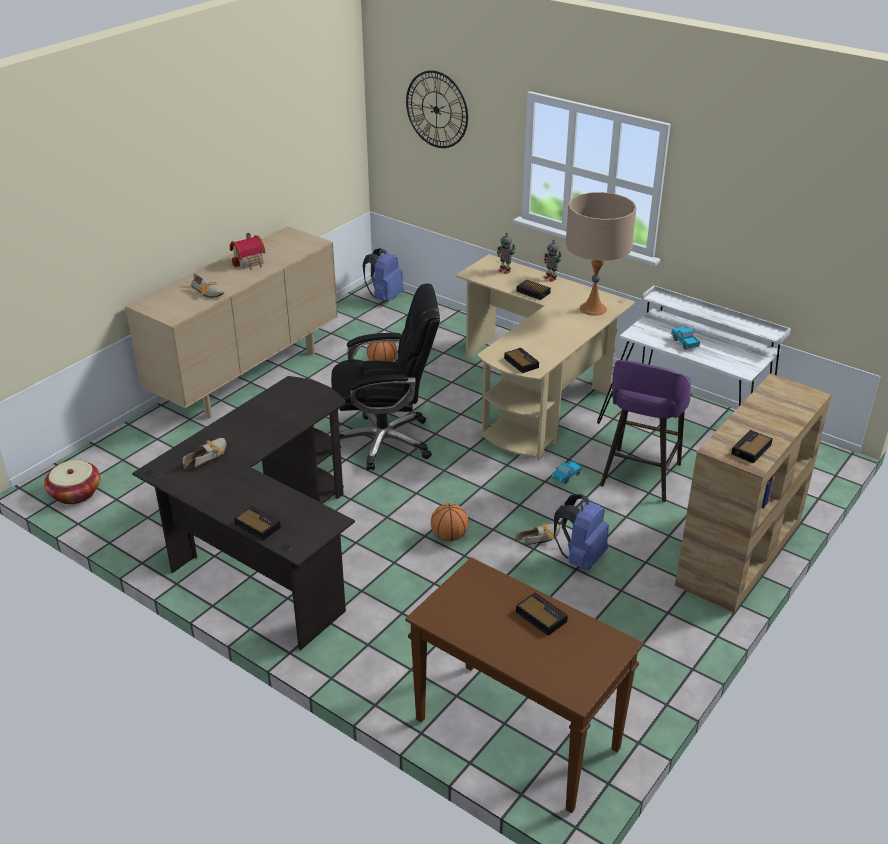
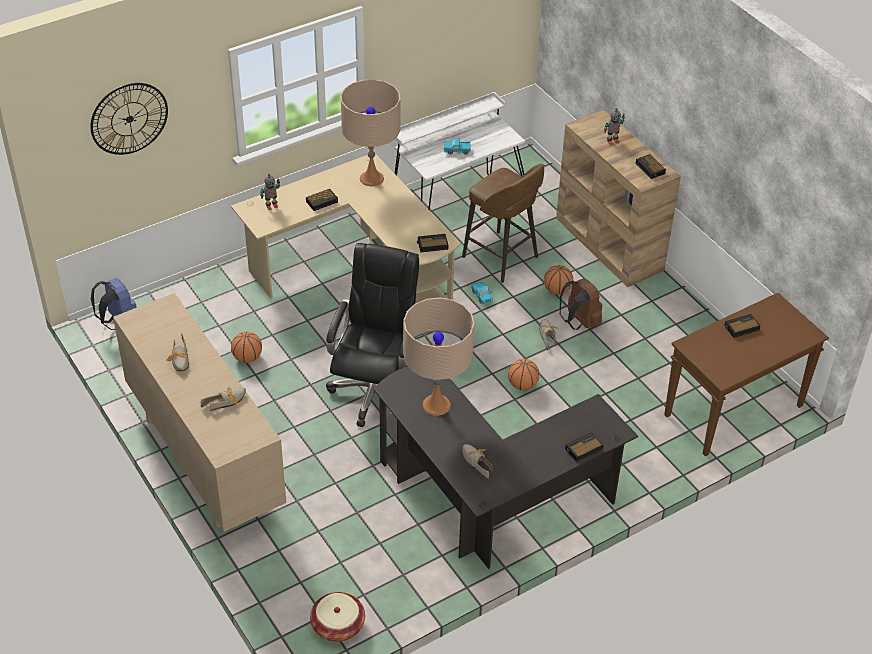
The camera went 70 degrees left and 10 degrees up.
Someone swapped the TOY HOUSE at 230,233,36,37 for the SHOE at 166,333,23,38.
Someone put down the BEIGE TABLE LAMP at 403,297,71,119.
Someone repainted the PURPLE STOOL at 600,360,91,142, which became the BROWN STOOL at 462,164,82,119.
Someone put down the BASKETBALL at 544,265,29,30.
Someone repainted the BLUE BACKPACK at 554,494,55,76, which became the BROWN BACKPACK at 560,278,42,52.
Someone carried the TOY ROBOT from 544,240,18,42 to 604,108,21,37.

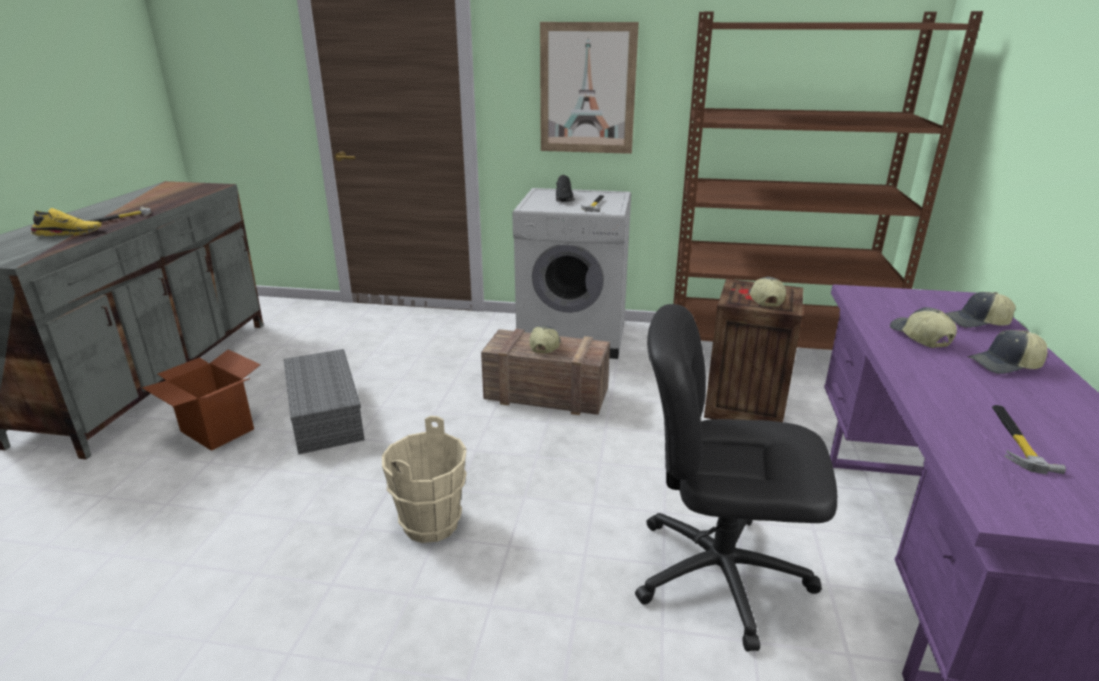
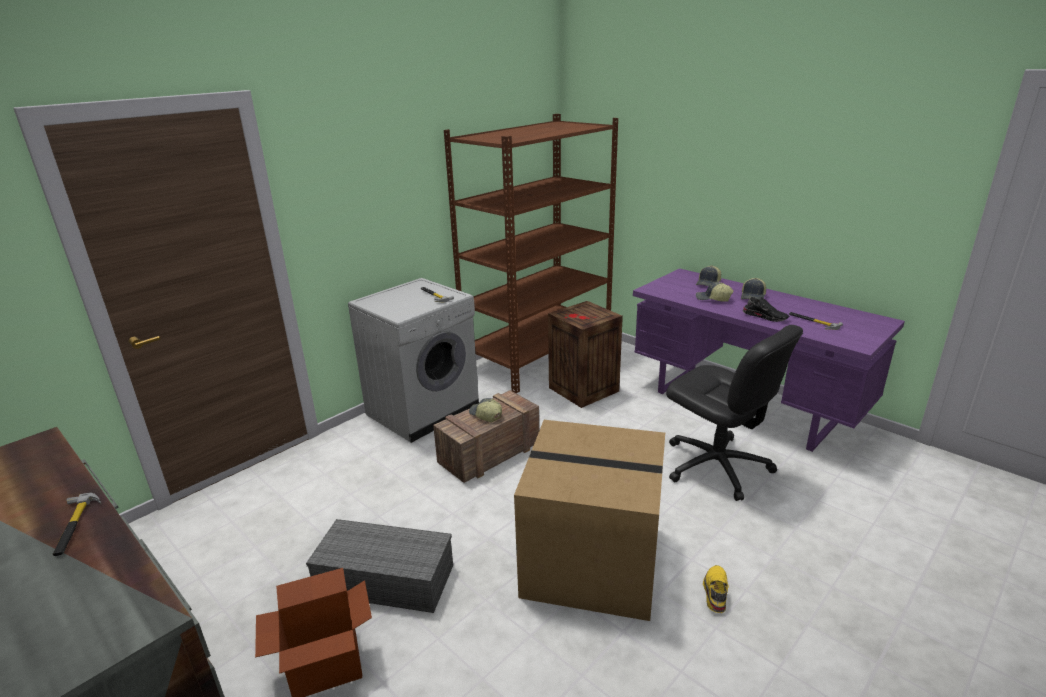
The camera went 55 degrees left and 0 degrees up.
Someone swapped the BEIGE BUCKET at 382,416,85,127 for the CARDBOARD BOX at 514,420,151,201.
Someone rotated the BLACK OFFICE CHAIR at 635,304,202,348 by 90 degrees counterclockwise.
Someone carried the YELLOW SHOE from 31,208,71,28 to 703,565,26,48.
Someone carried the BLACK SHOE from 556,175,19,27 to 742,297,47,25.
Someone took away the PICTURE at 540,22,99,132.
Someone took away the CAP at 748,277,38,30.

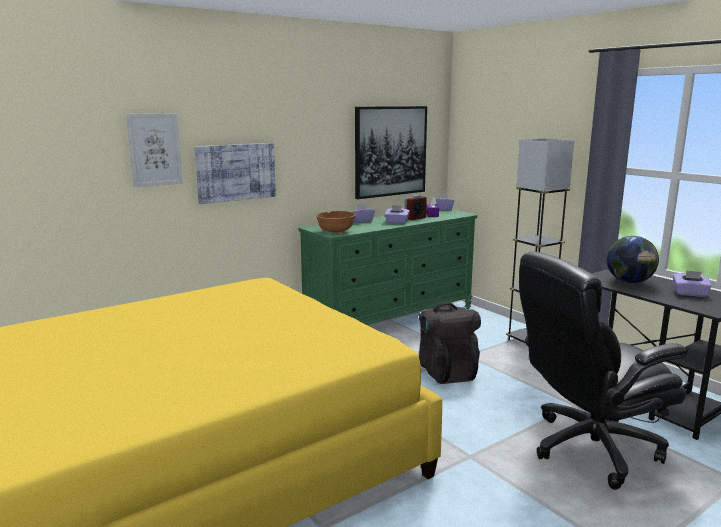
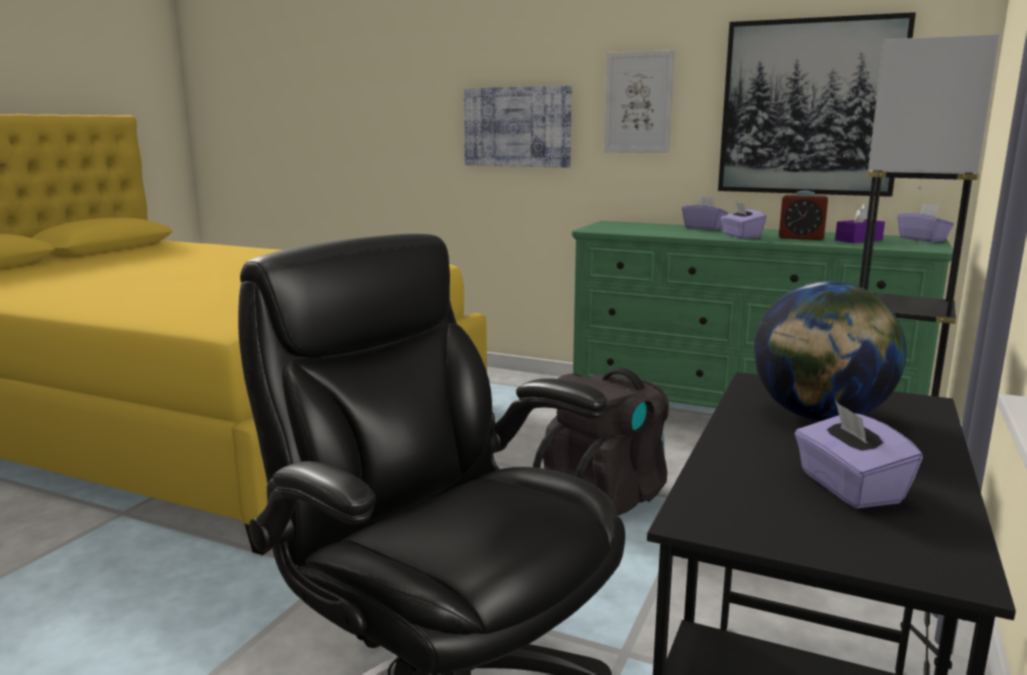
The camera went 60 degrees right and 0 degrees up.
Someone carried the PICTURE from 126,113,57,74 to 604,50,71,103.
Someone took away the BROWN BOWL at 316,211,40,23.

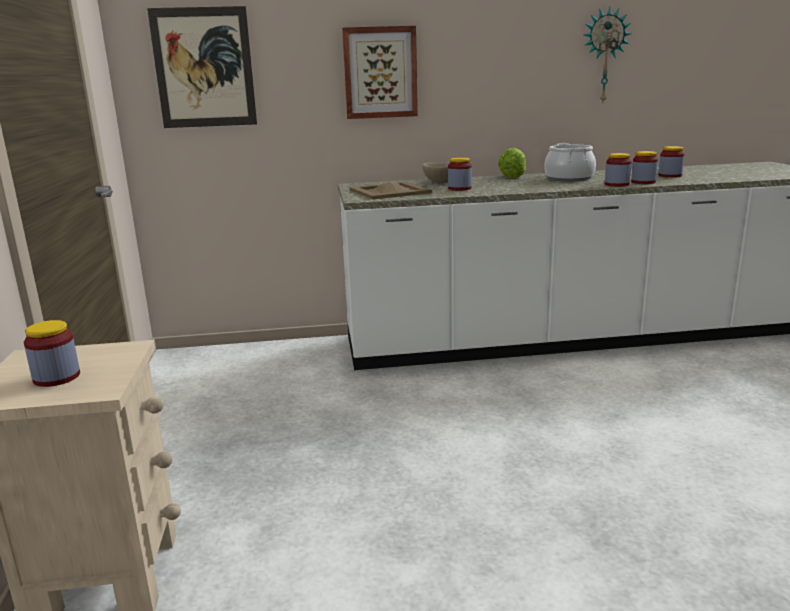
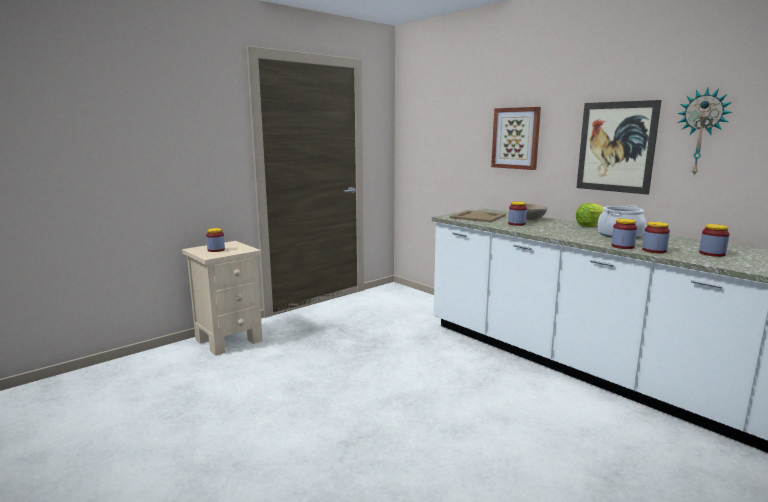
The camera went 55 degrees right and 5 degrees down.
Someone carried the PICTURE from 147,6,110,122 to 576,100,85,95.

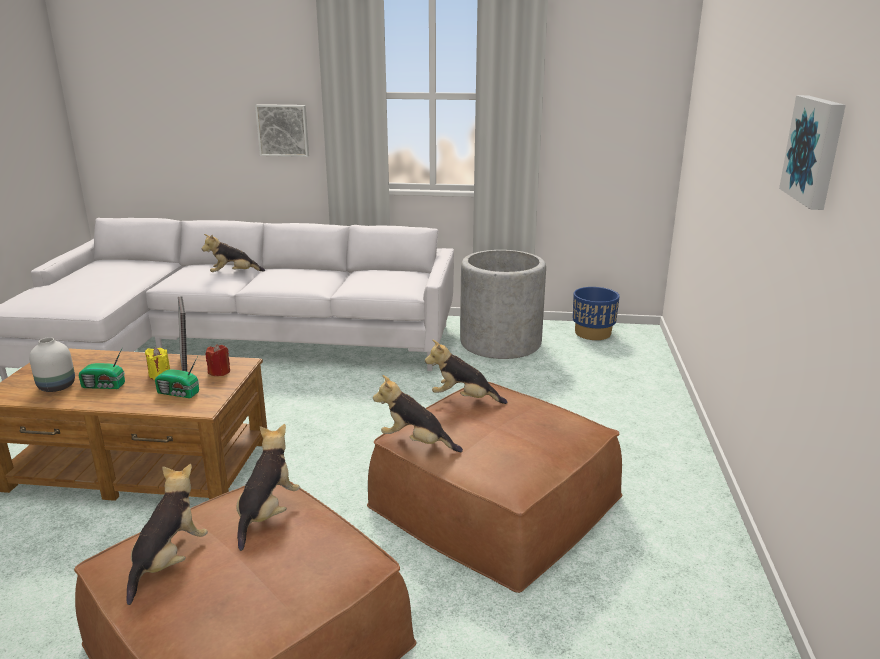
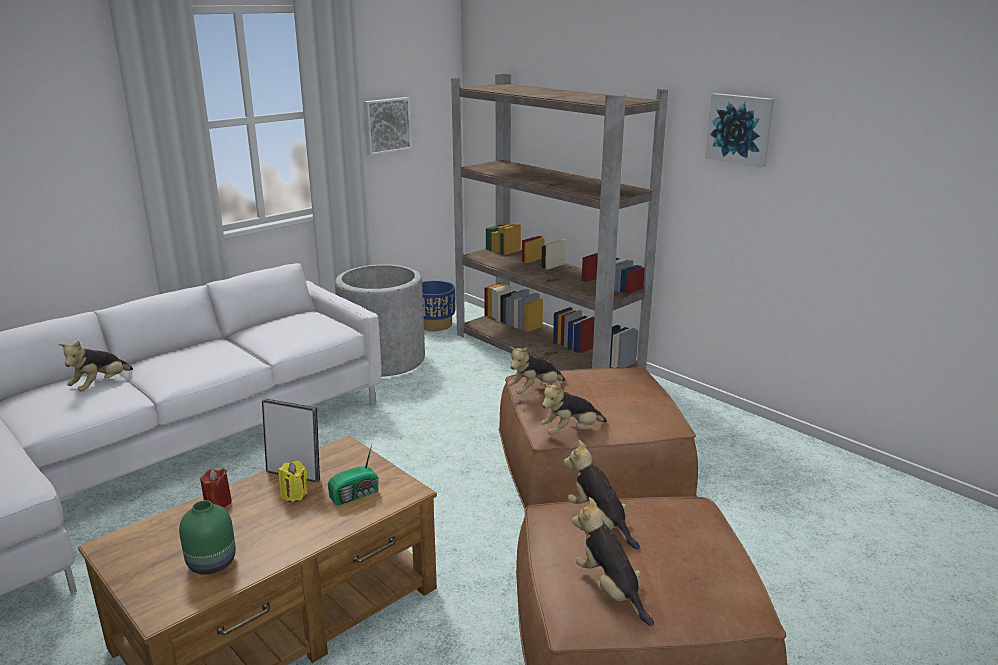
The camera went 50 degrees left and 0 degrees up.
Someone repainted the WHITE VASE at 29,337,46,55, which became the GREEN VASE at 179,500,57,74.
Someone carried the RED CANDLE from 206,344,24,32 to 200,468,32,40.
Someone carried the PICTURE from 255,104,54,53 to 364,97,48,58.
Someone put down the BROWN BOOKCASE at 451,74,217,297.
Someone took away the RADIO at 79,347,46,42.

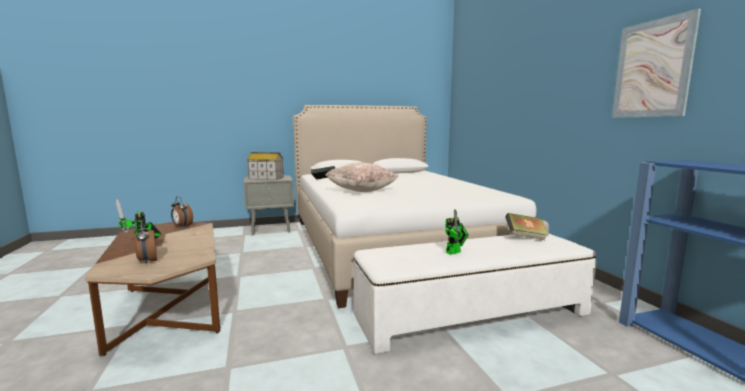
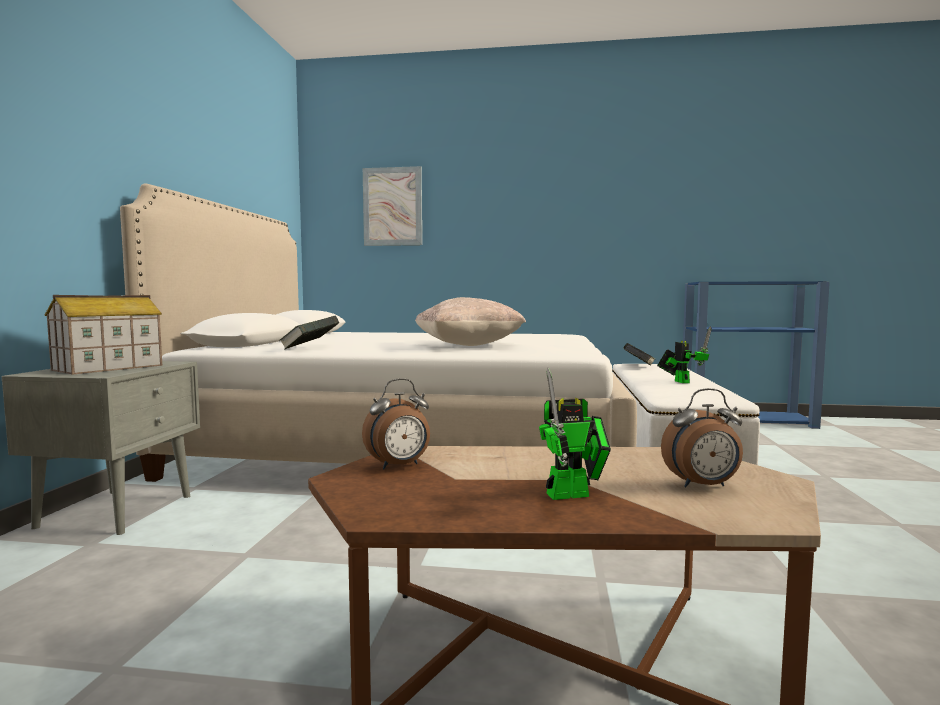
The camera went 65 degrees left and 5 degrees down.
Someone carried the PICTURE from 612,8,89,110 to 363,166,59,80.

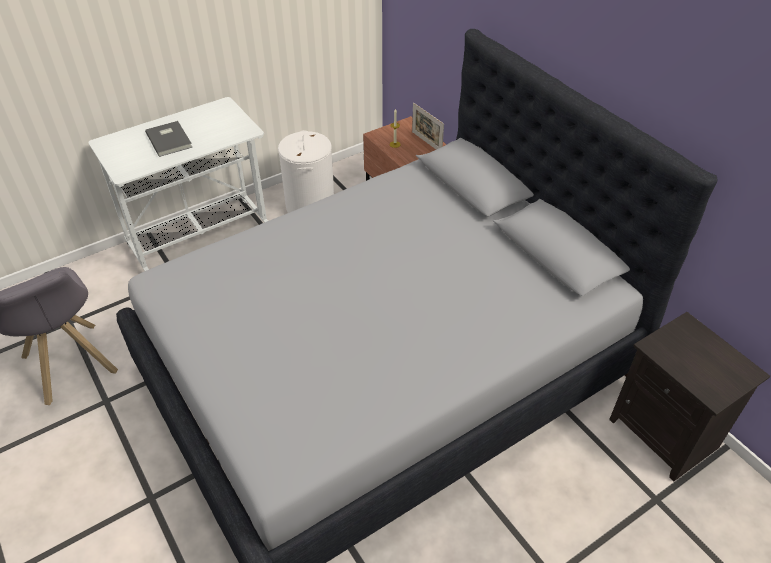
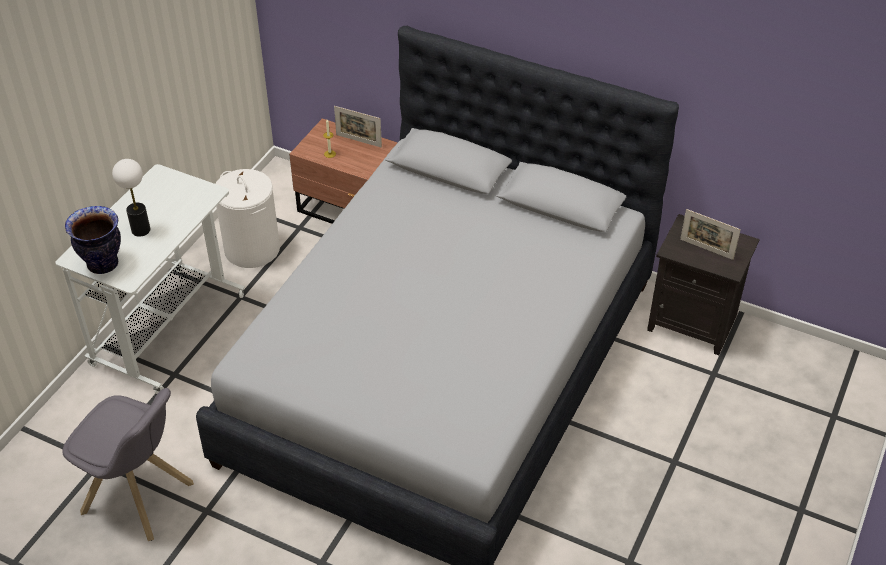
The camera went 30 degrees left and 0 degrees up.
Someone put down the VASE at 65,206,56,68.
Someone swapped the GREY BOOK at 145,121,47,36 for the TABLE LAMP at 112,159,38,78.
Someone put down the PICTURE FRAME at 680,209,61,51.

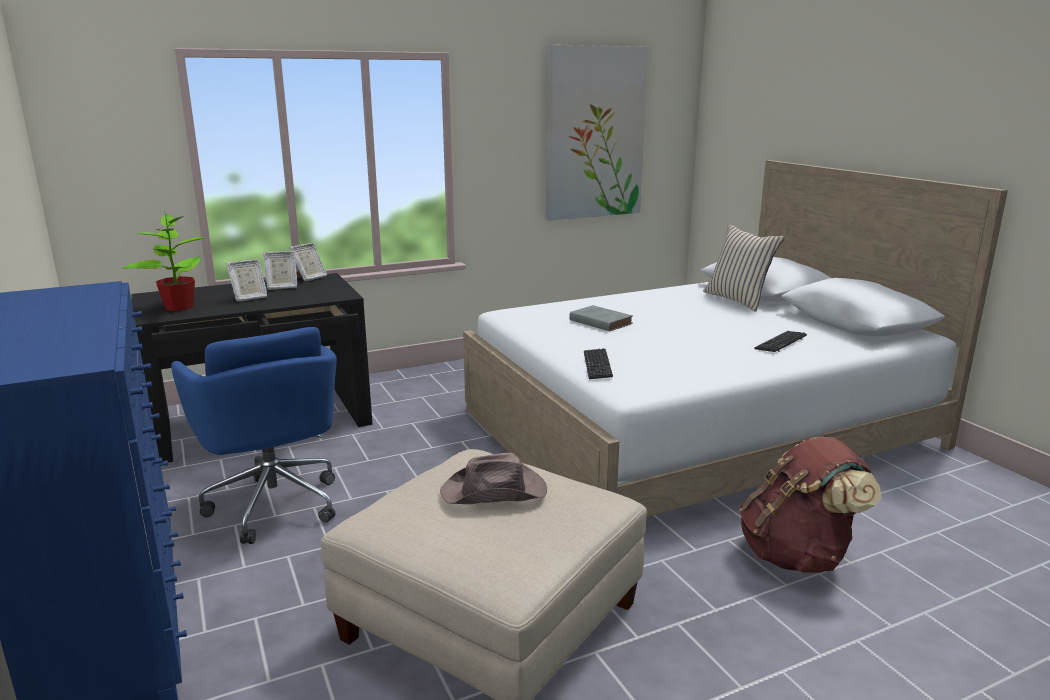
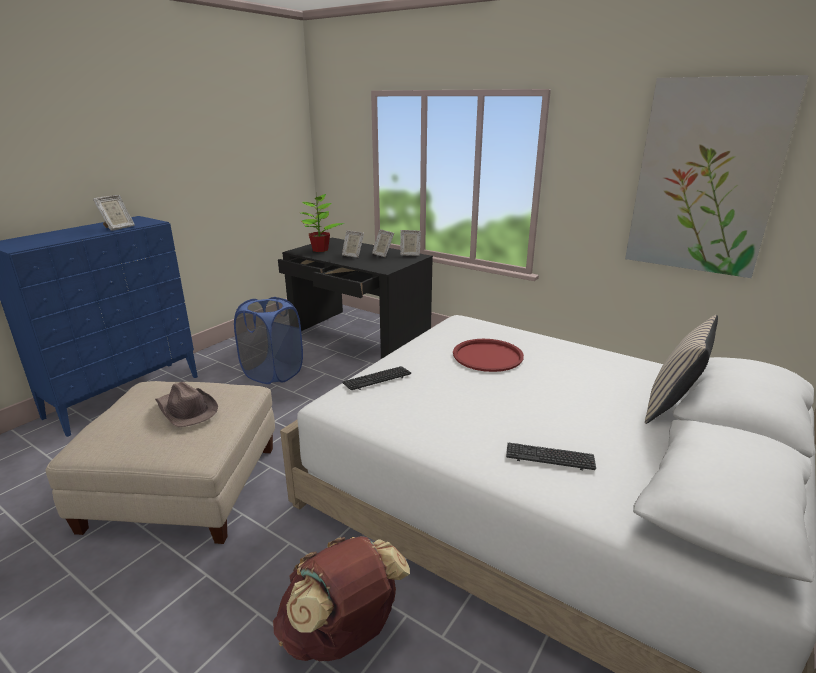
The camera went 60 degrees right and 5 degrees up.
Someone put down the PICTURE FRAME at 93,195,42,36.
Someone swapped the BLUE OFFICE CHAIR at 171,327,166,217 for the BLUE LAUNDRY BASKET at 234,297,69,87.
Someone swapped the GREY BOOK at 569,305,64,26 for the RED TRAY at 453,339,71,33.

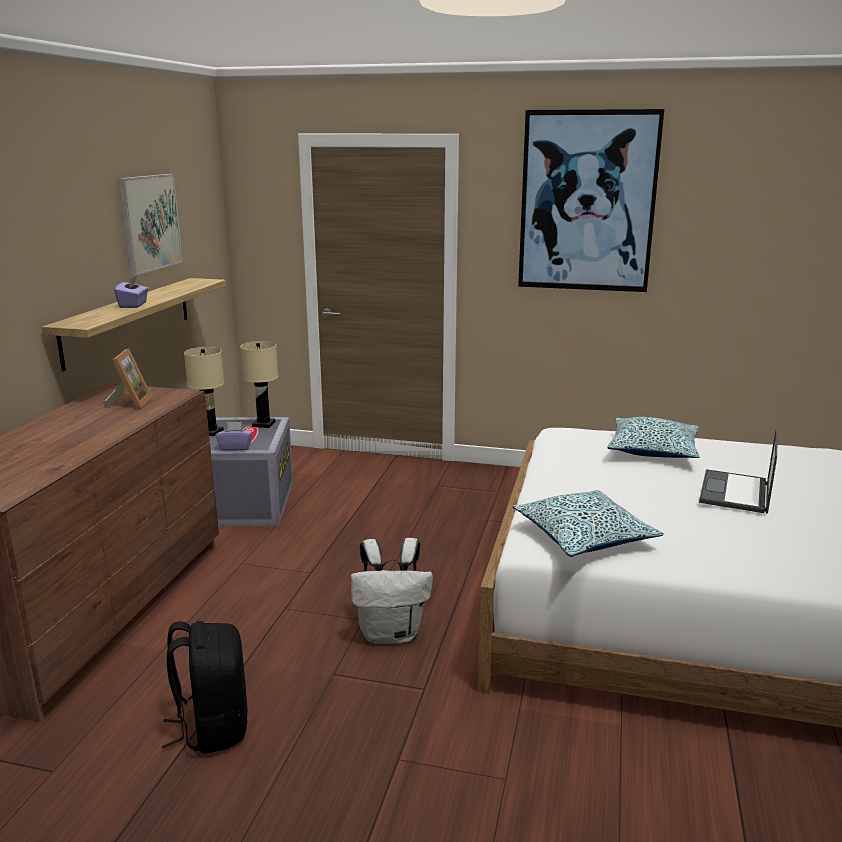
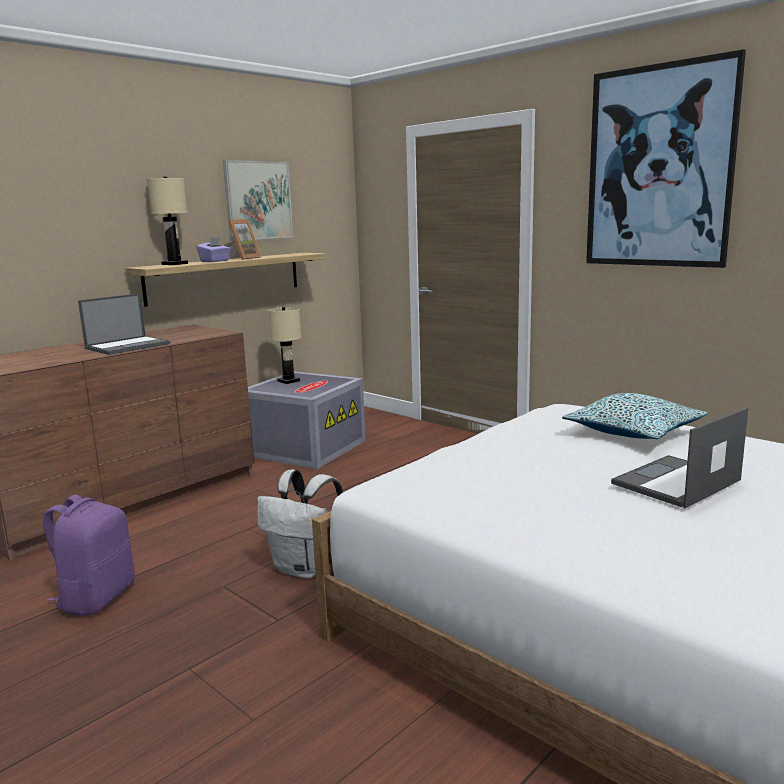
The camera went 30 degrees right and 5 degrees down.
Someone repainted the BLACK BACKPACK at 162,621,86,133, which became the PURPLE BACKPACK at 43,495,91,121.
Someone put down the LAPTOP at 78,293,93,62.
Someone carried the BEIGE TABLE LAMP from 240,341,38,87 to 147,177,41,88.
Someone carried the PICTURE FRAME from 104,348,48,61 to 228,219,34,41.
Someone took away the PURPLE TISSUE BOX at 215,422,38,29.
Someone took away the PILLOW at 513,490,151,67.

